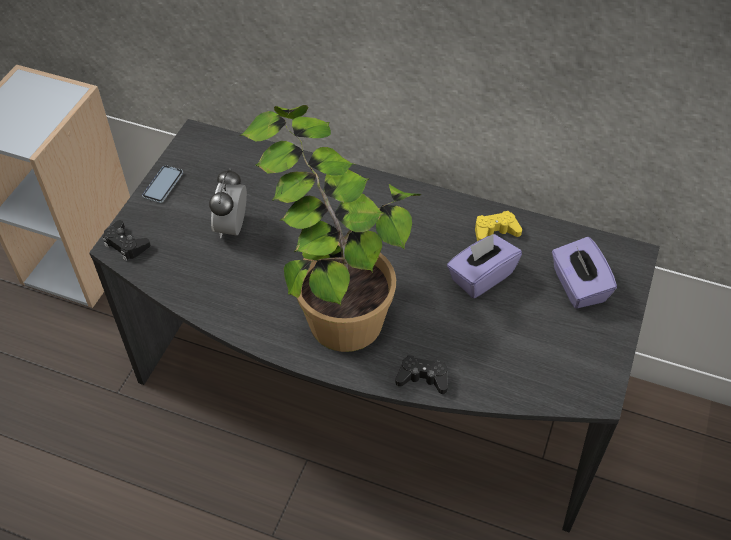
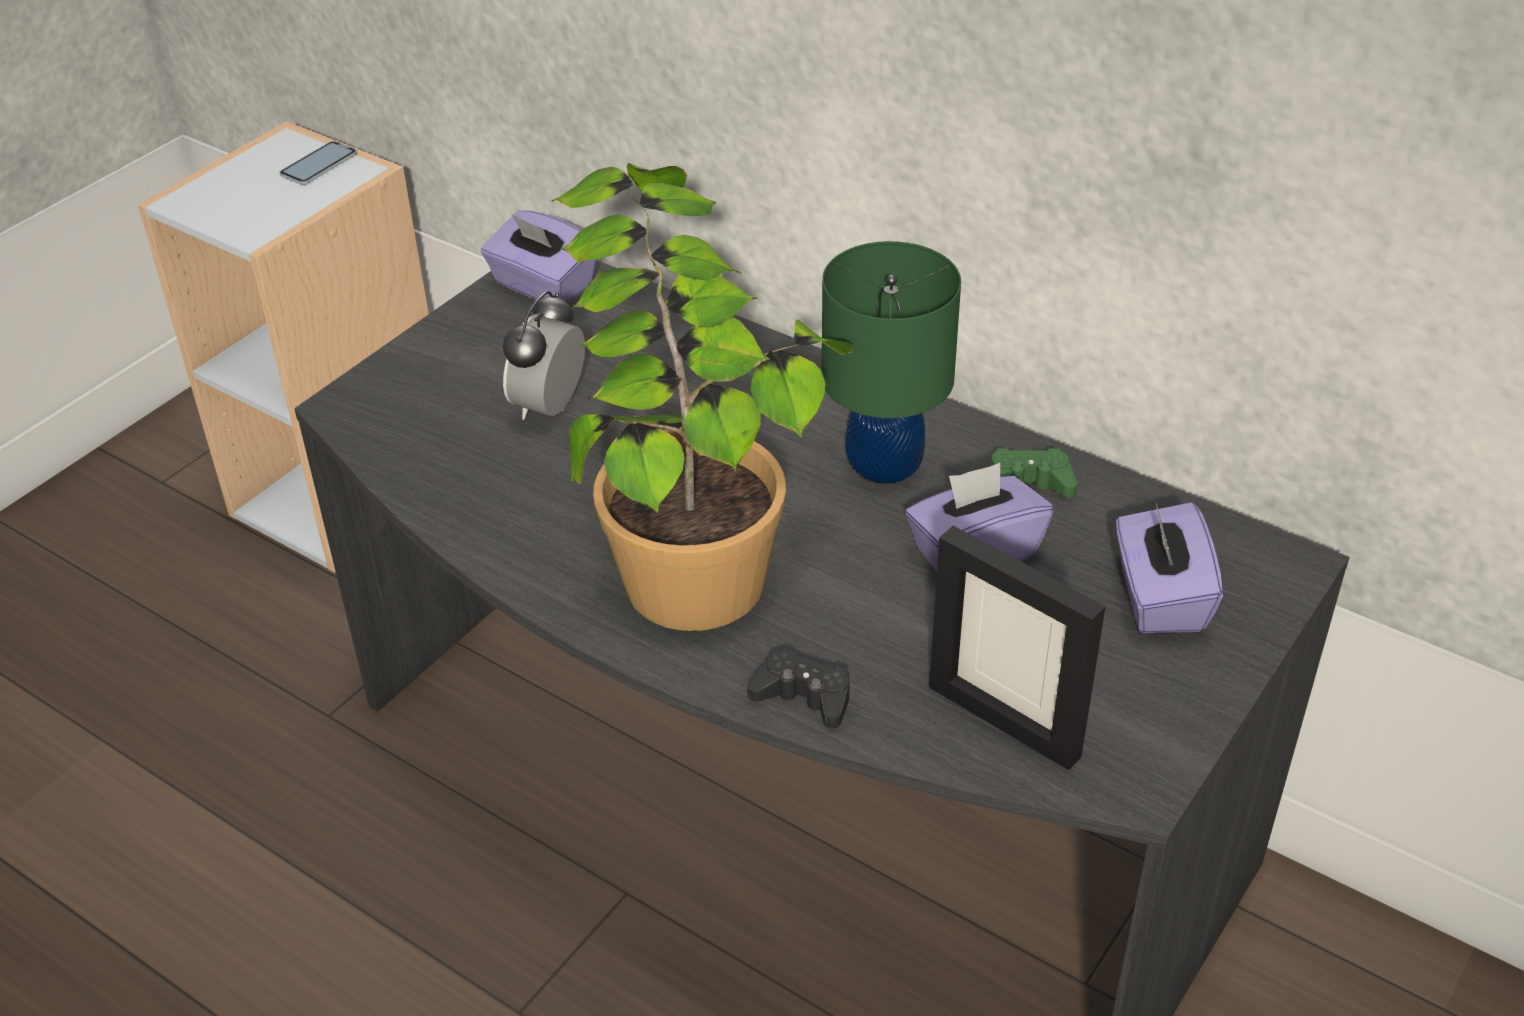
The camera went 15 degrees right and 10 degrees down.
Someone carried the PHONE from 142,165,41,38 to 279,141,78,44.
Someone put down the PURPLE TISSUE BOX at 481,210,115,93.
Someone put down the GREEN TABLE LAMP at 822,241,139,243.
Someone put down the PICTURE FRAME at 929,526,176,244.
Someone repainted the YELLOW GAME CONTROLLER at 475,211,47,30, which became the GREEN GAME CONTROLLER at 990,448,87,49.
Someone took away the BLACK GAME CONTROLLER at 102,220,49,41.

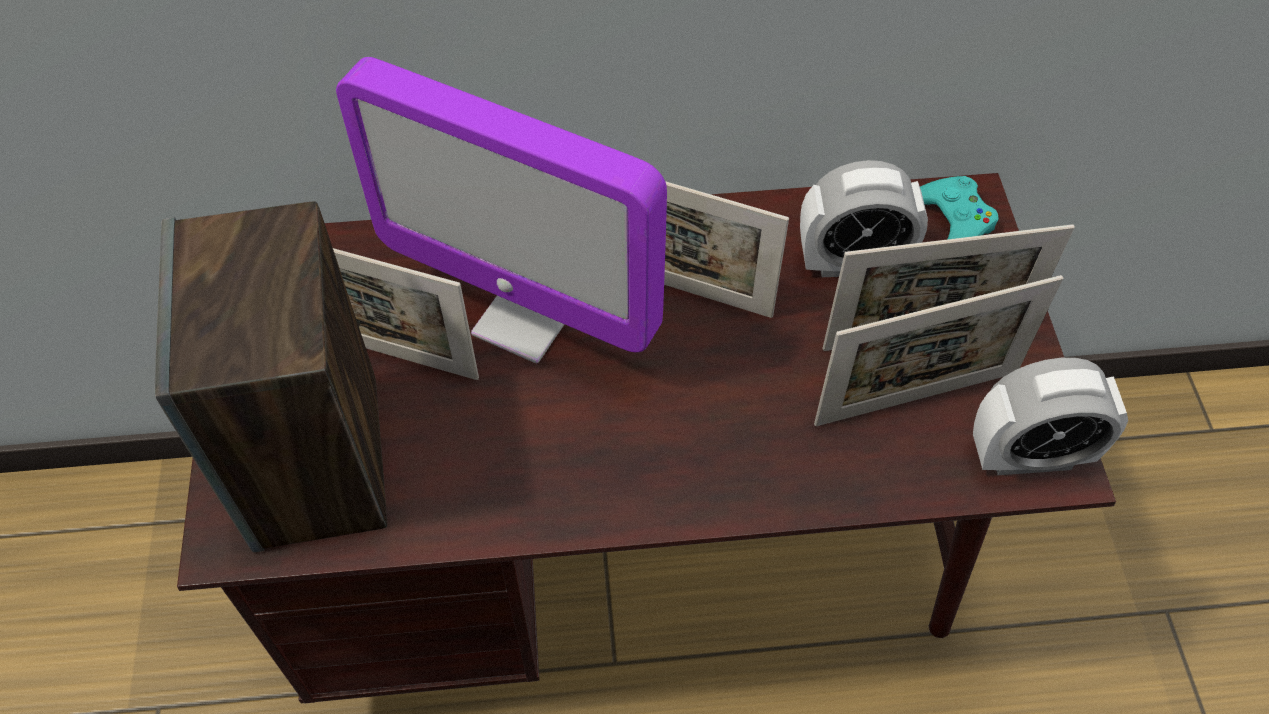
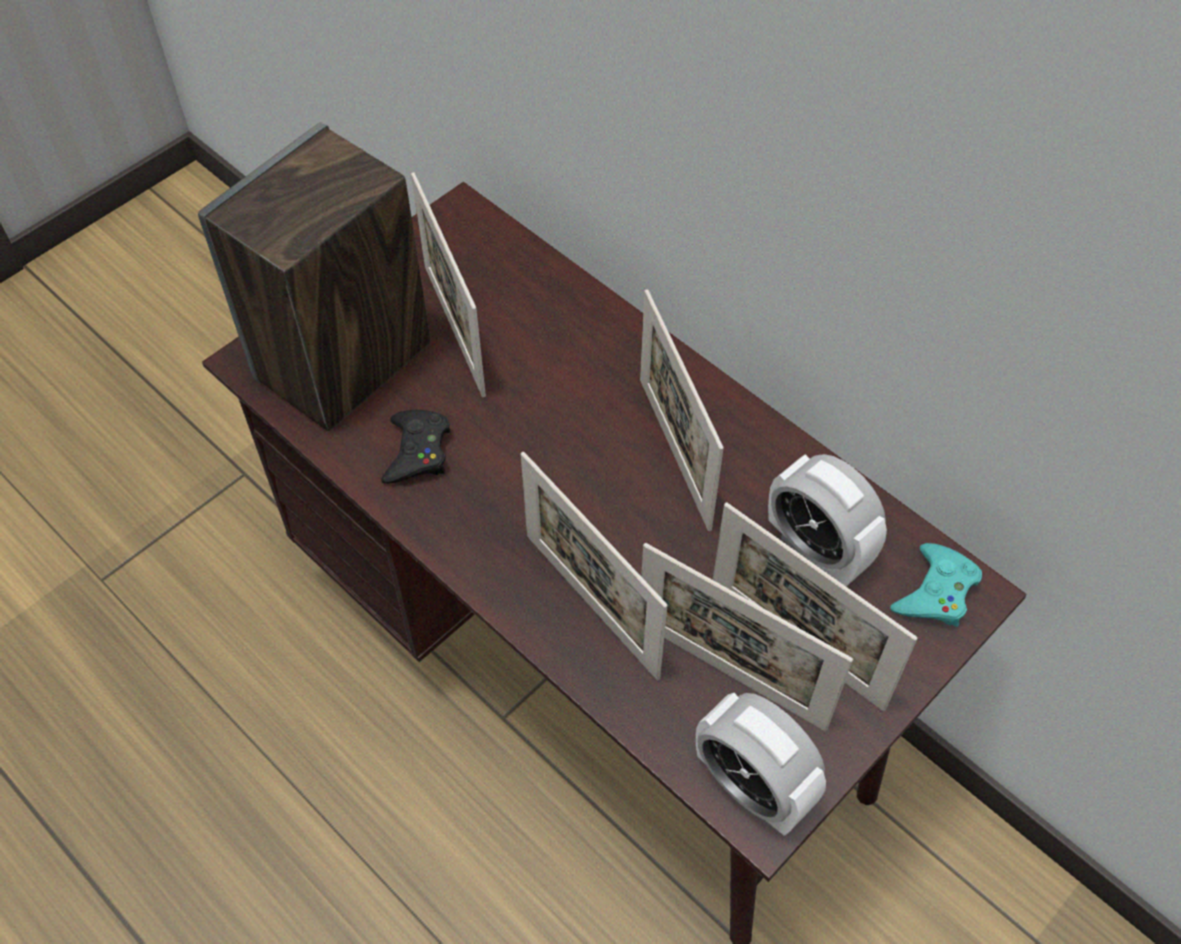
The camera went 50 degrees right and 0 degrees up.
Someone put down the BLACK GAME CONTROLLER at 381,410,69,74.
Someone put down the PICTURE FRAME at 521,452,147,228.
Someone took away the MONITOR at 336,57,331,306.

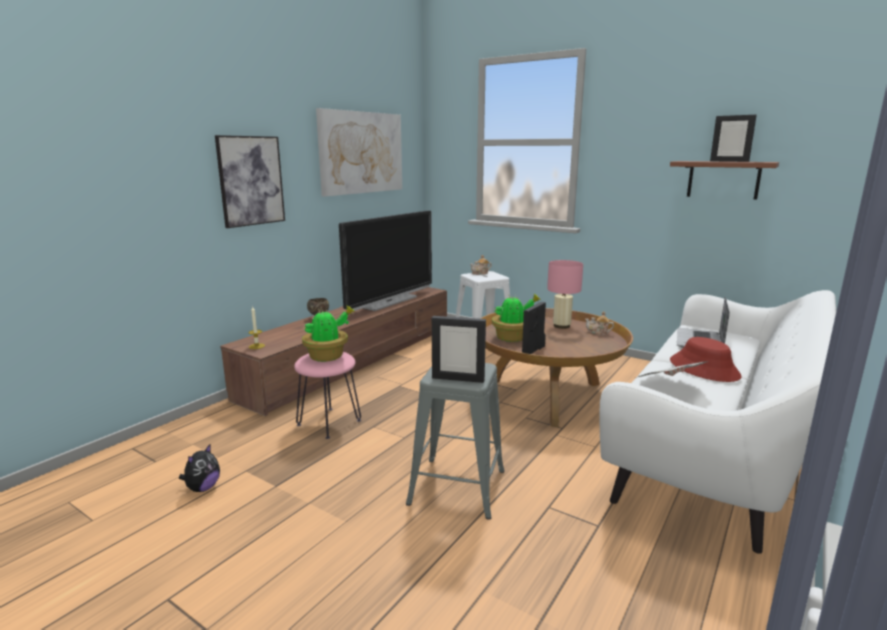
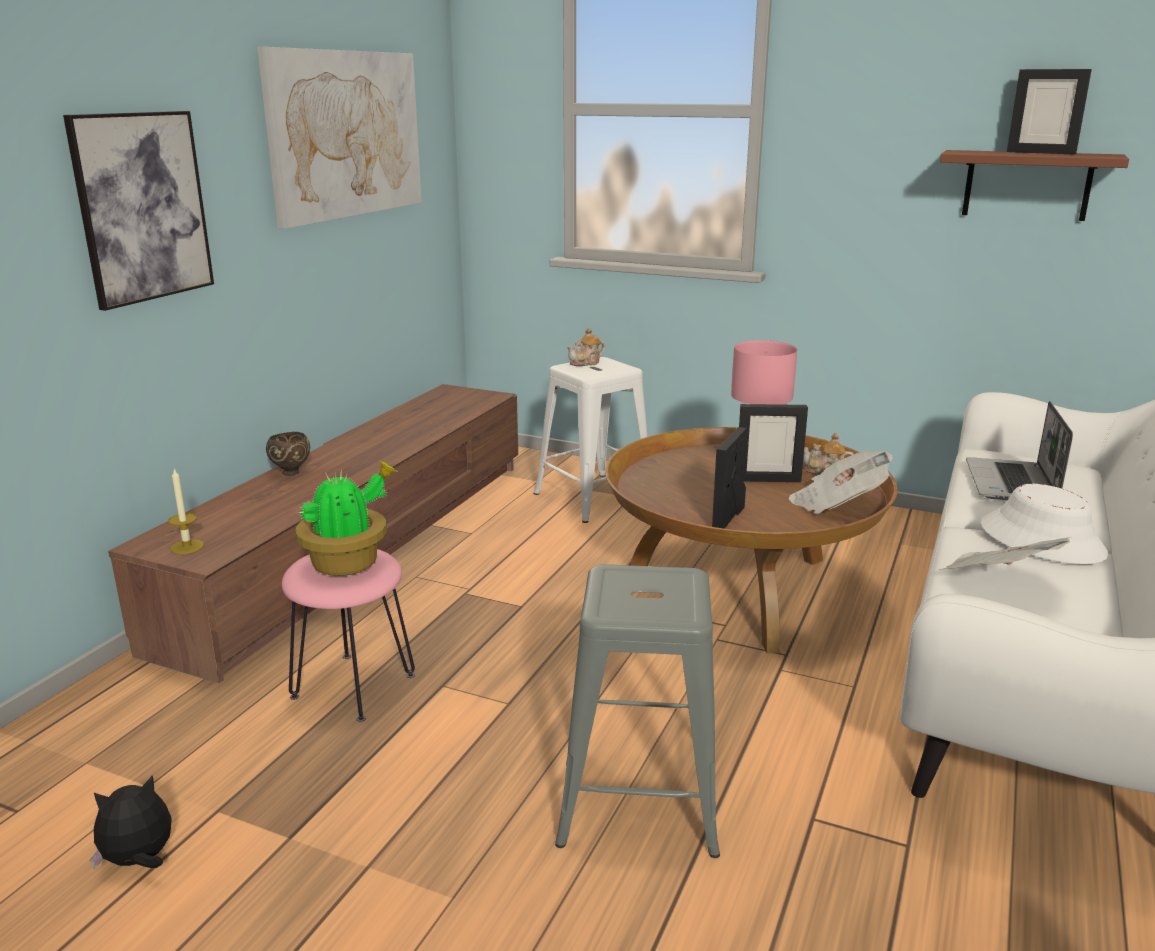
The camera went 10 degrees left and 5 degrees up.
Someone rotated the PLUSH TOY at 179,444,41,48 by 135 degrees counterclockwise.
Someone carried the PICTURE FRAME from 432,316,54,67 to 739,404,69,78.
Someone put down the NEWSPAPER at 789,450,105,64.
Someone repainted the RED HAT at 670,337,72,45, which became the WHITE HAT at 981,484,127,80.
Someone took away the TELEVISION at 339,211,93,100.
Someone took away the POTTED PLANT at 492,294,49,48.

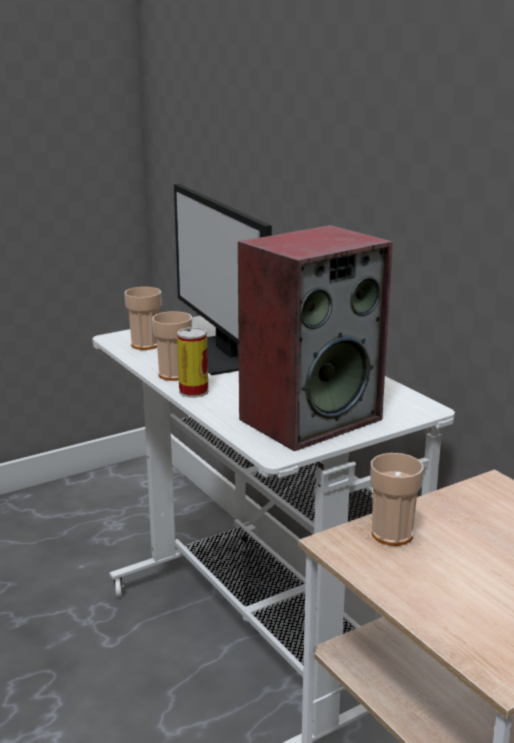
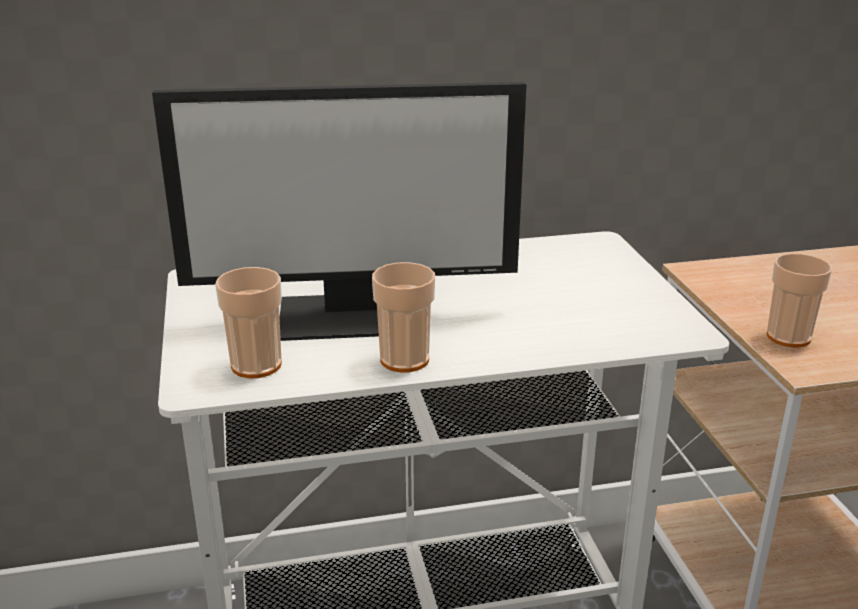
The camera went 70 degrees left and 5 degrees up.
Someone took away the CAN at 177,327,31,71.
Someone took away the SPEAKER at 238,225,155,226.

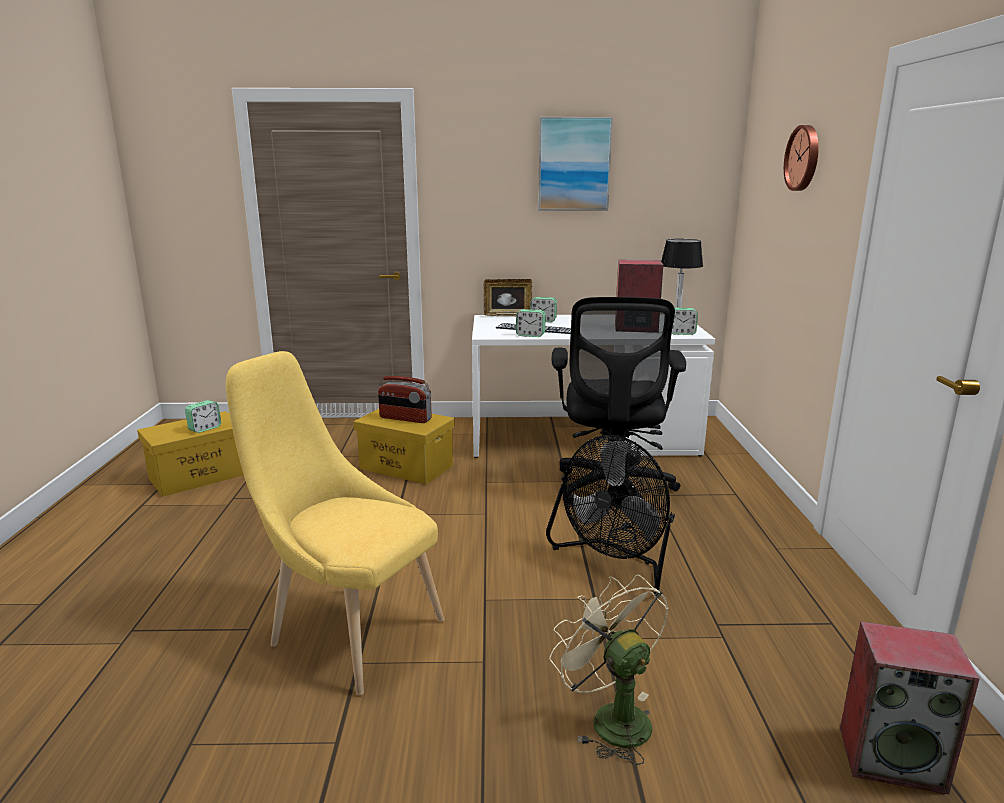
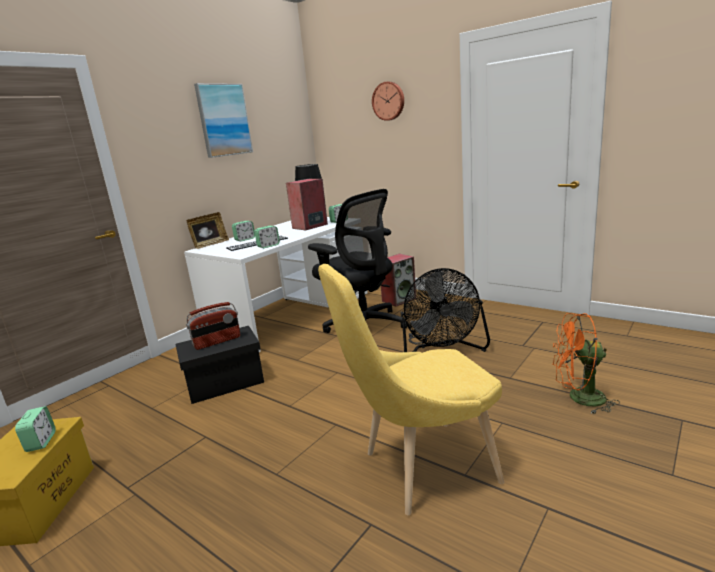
The camera went 50 degrees left and 0 degrees up.
Someone repainted the YELLOW STORAGE BOX at 353,409,102,75, which became the BLACK STORAGE BOX at 175,326,89,78.
Someone carried the SPEAKER from 840,621,140,173 to 381,254,35,53.
Someone repainted the BEIGE FAN at 549,575,120,190, which became the ORANGE FAN at 552,313,68,102.

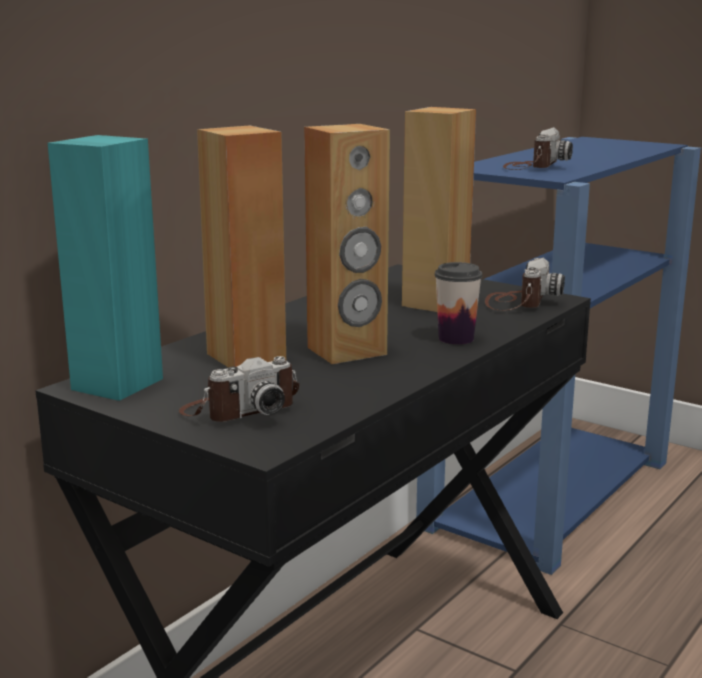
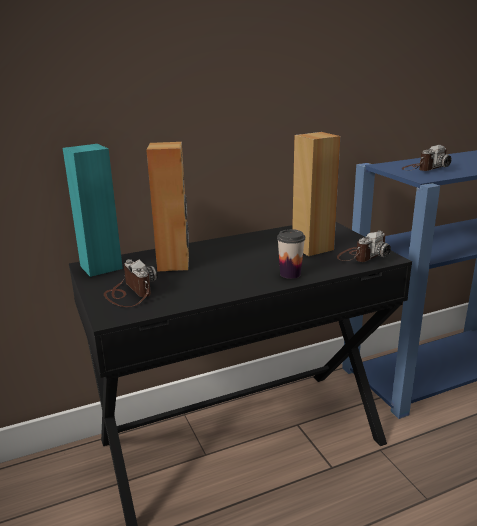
The camera went 30 degrees right and 5 degrees up.
Someone rotated the PHOTO CAMERA at 179,356,120,66 by 120 degrees counterclockwise.
Someone took away the BROWN SPEAKER at 304,124,86,240.

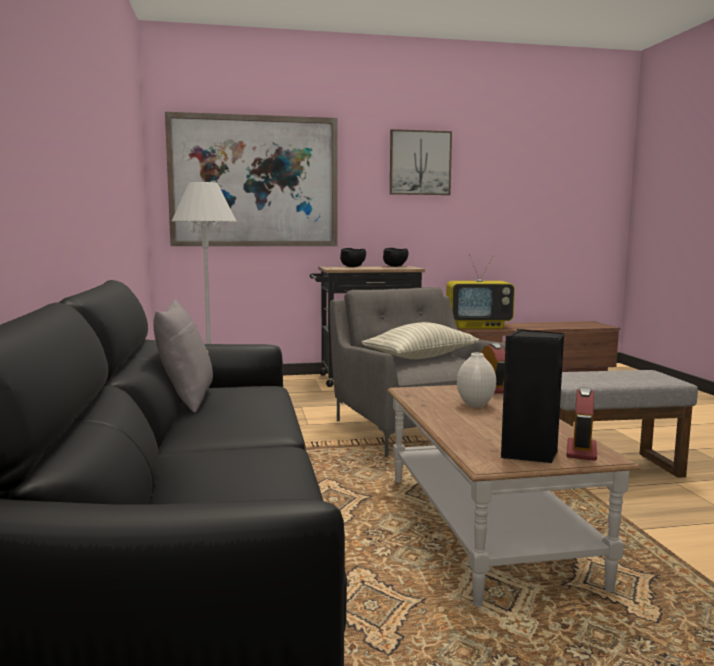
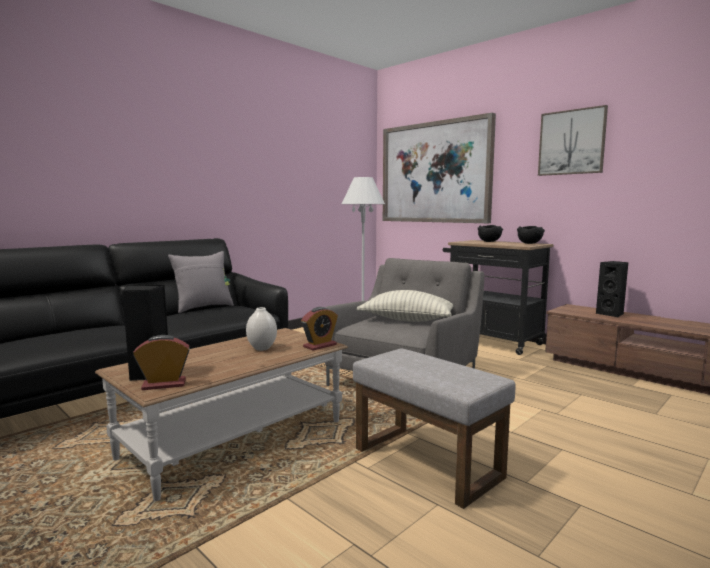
The camera went 55 degrees right and 0 degrees up.
Someone swapped the TELEVISION at 446,254,69,75 for the BLACK SPEAKER at 596,261,32,57.

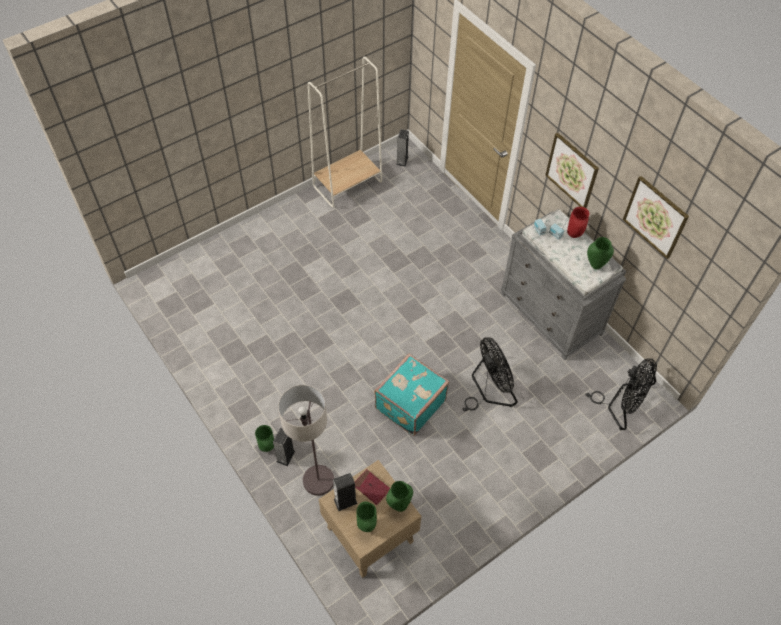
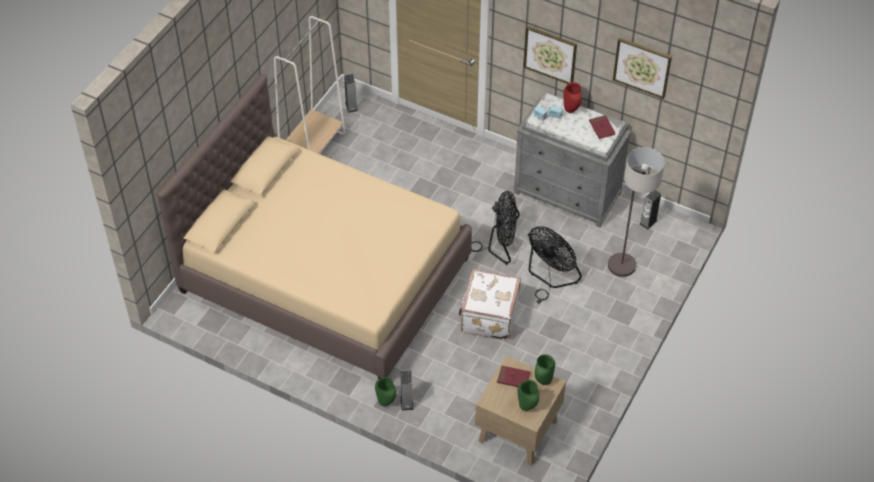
The camera went 25 degrees left and 5 degrees down.
Someone put down the BEIGE BED at 157,74,315,305.
Someone repainted the TURQUOISE SUITCASE at 374,354,75,82, which became the WHITE SUITCASE at 459,269,62,71.
Someone carried the BLACK FAN from 586,358,71,73 to 471,191,49,74.
Someone swapped the GREEN VASE at 587,237,27,33 for the RED BOOK at 589,115,27,24.
Someone carried the GREY FLOOR LAMP from 278,385,56,111 to 608,147,57,130.
Someone carried the SPEAKER from 333,473,25,38 to 639,190,22,40.

